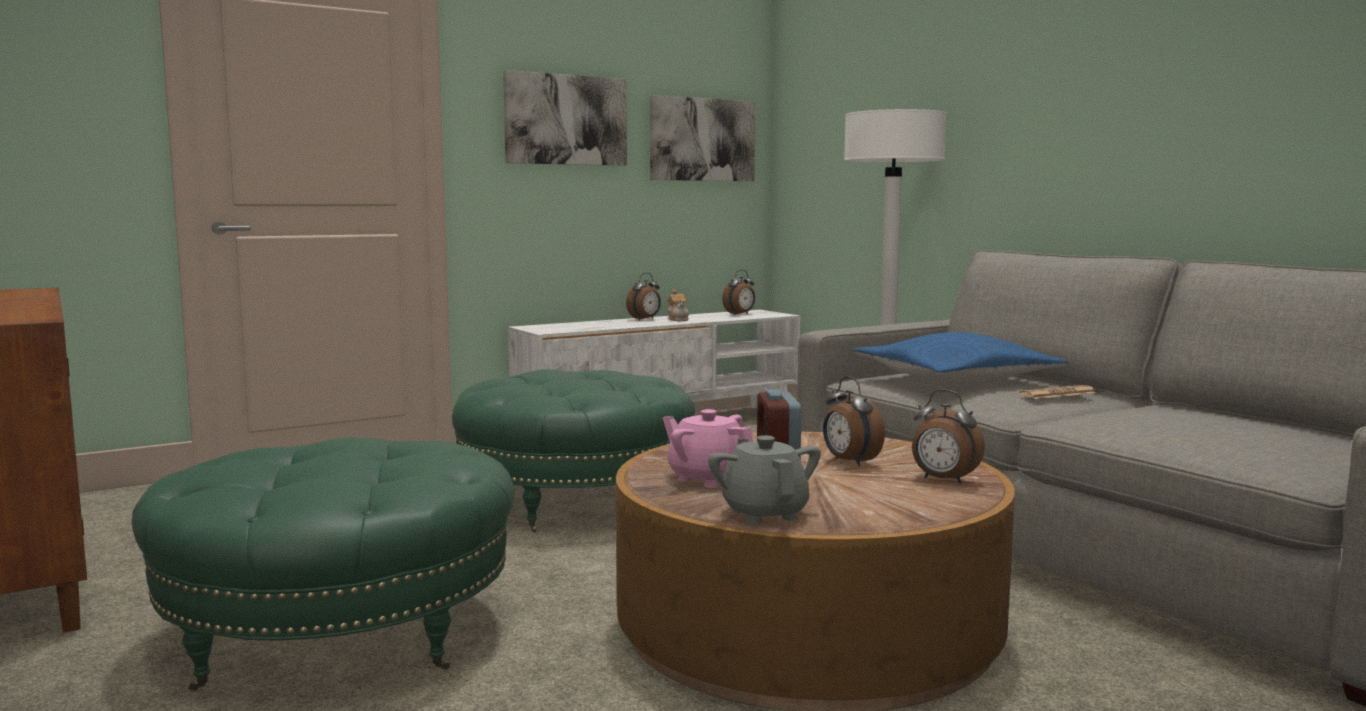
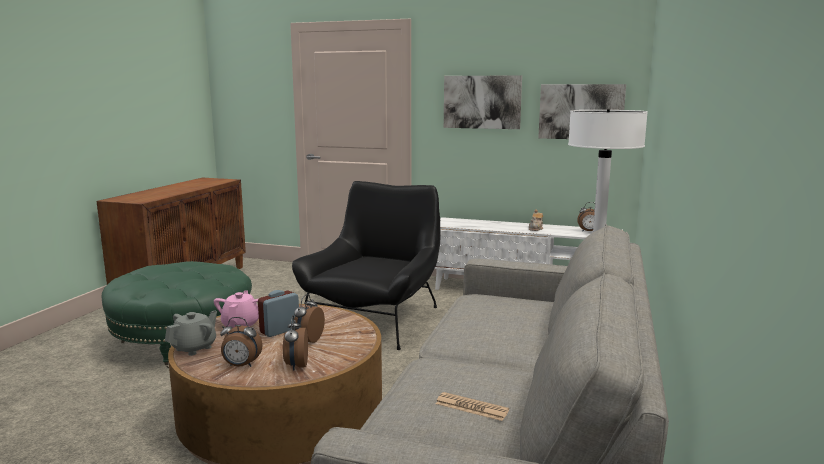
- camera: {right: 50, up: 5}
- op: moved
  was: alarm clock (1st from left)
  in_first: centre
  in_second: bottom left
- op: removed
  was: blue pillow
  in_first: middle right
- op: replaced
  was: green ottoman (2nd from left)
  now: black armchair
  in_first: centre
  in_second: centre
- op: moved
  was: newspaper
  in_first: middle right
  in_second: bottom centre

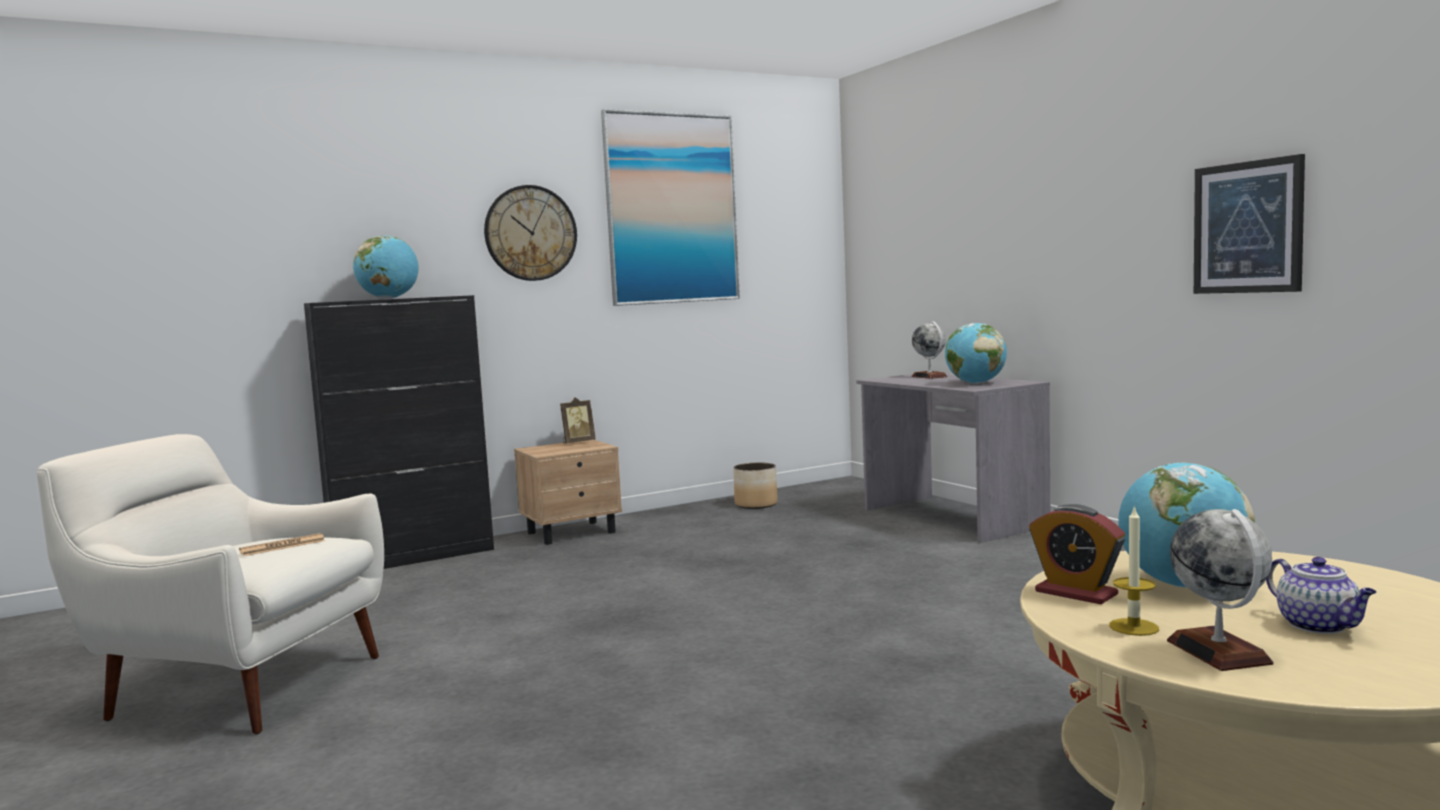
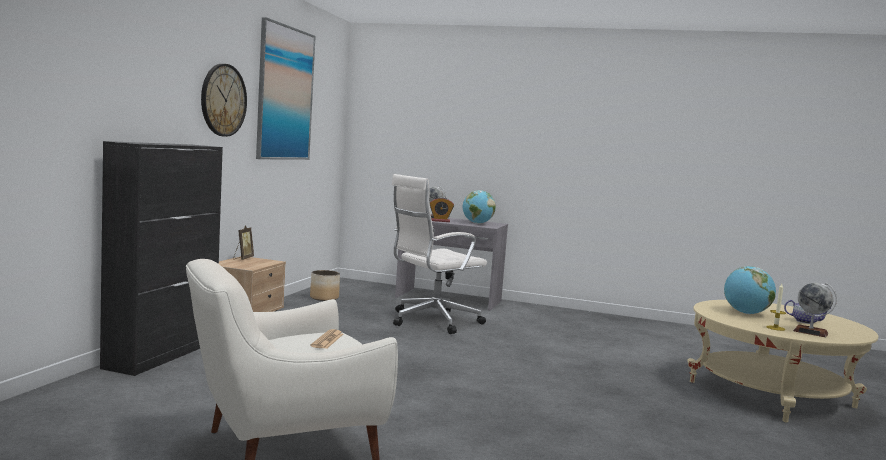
- camera: {right: -45, up: 0}
- op: removed
  was: picture (2nd from left)
  in_first: top right
- op: removed
  was: globe (1st from left)
  in_first: top left
- op: moved
  was: alarm clock
  in_first: bottom right
  in_second: centre
- op: added
  now: white office chair
  in_second: centre

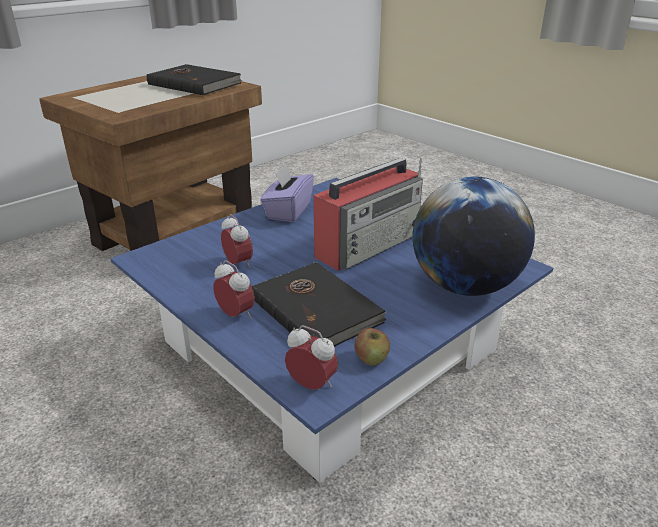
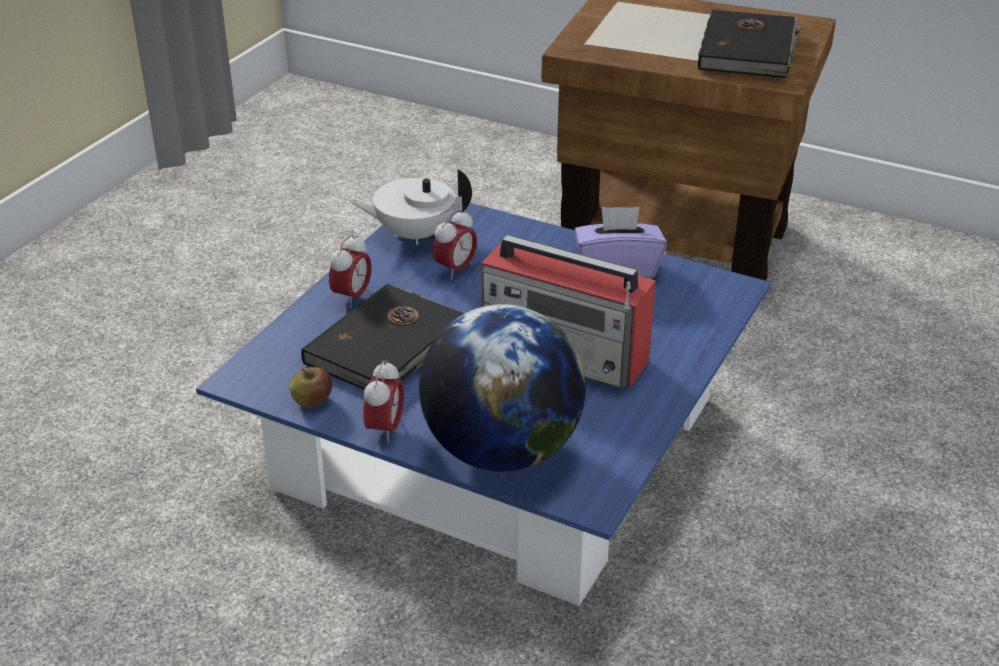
- camera: {right: 70, up: 5}
- op: moved
  was: alarm clock (3rd from left in the first image)
  now: alarm clock (2nd from left)
  in_first: bottom centre
  in_second: centre
- op: added
  now: white teapot
  in_second: top centre

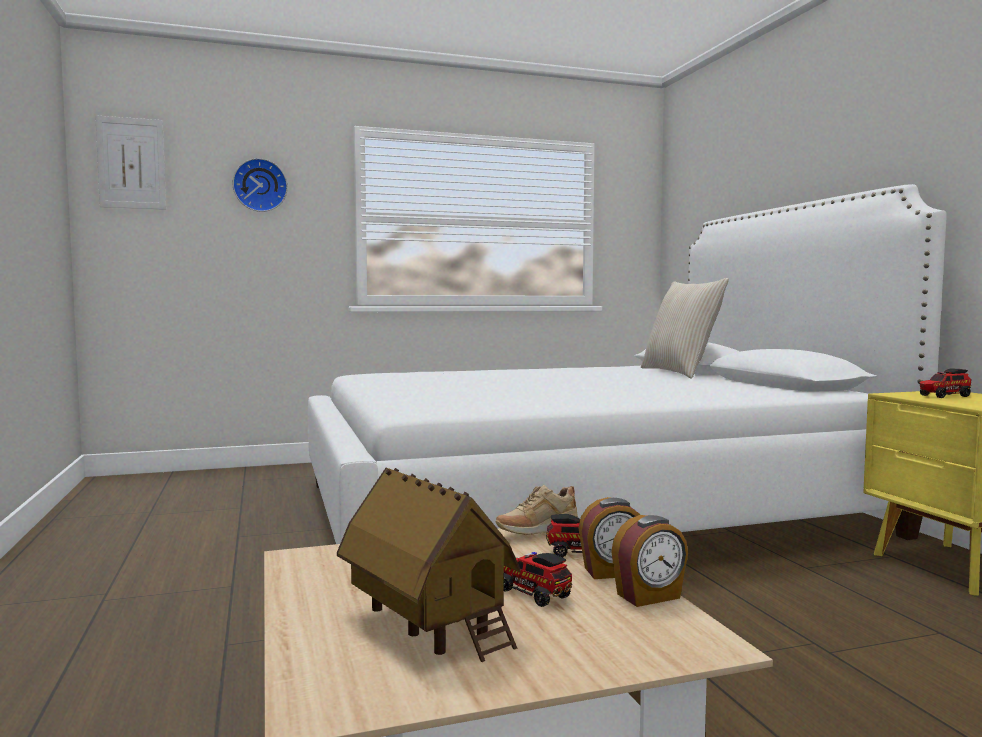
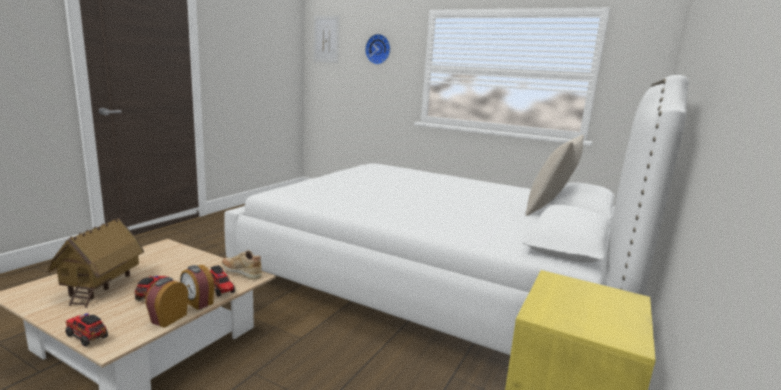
- camera: {right: 45, up: 10}
- op: moved
  was: toy truck (3rd from left in the first image)
  now: toy truck (1st from left)
  in_first: middle right
  in_second: bottom left
- op: turned
  was: alarm clock (2nd from left in the first image)
  in_first: bottom centre
  in_second: bottom left
  clockwise: 90

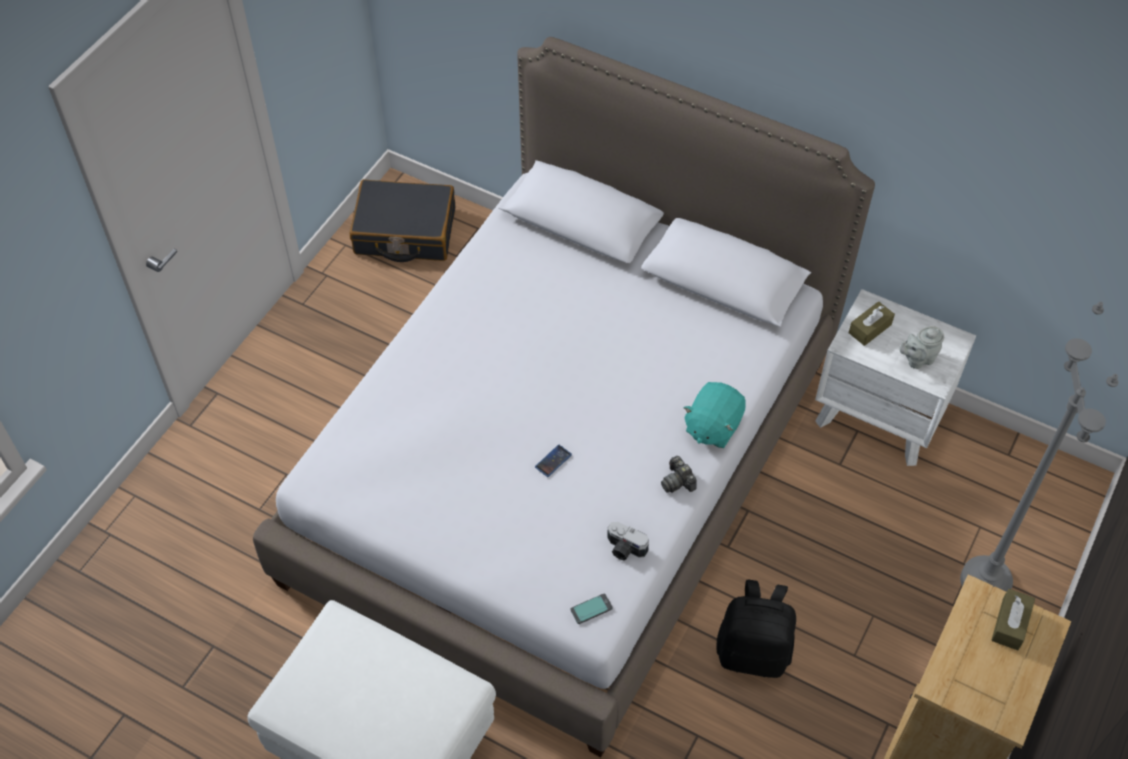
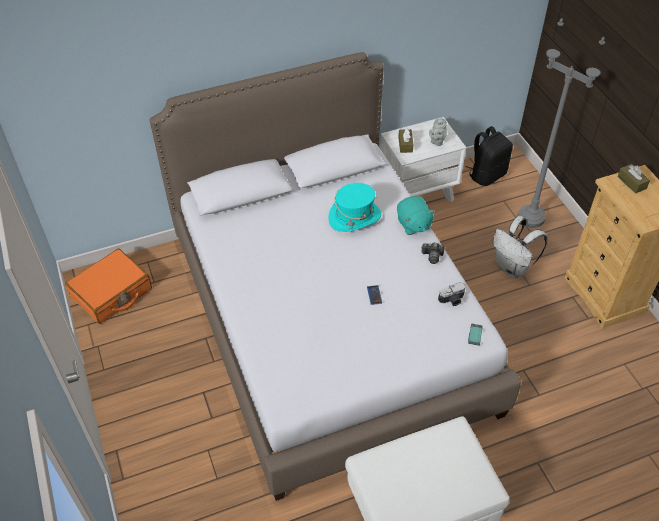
- camera: {right: -50, up: -5}
- op: recoloured
  was: black suitcase
  now: orange suitcase
  in_first: top centre
  in_second: middle left
- op: moved
  was: black backpack
  in_first: bottom right
  in_second: top right
- op: added
  now: turquoise hat
  in_second: centre
- op: added
  now: white backpack
  in_second: middle right

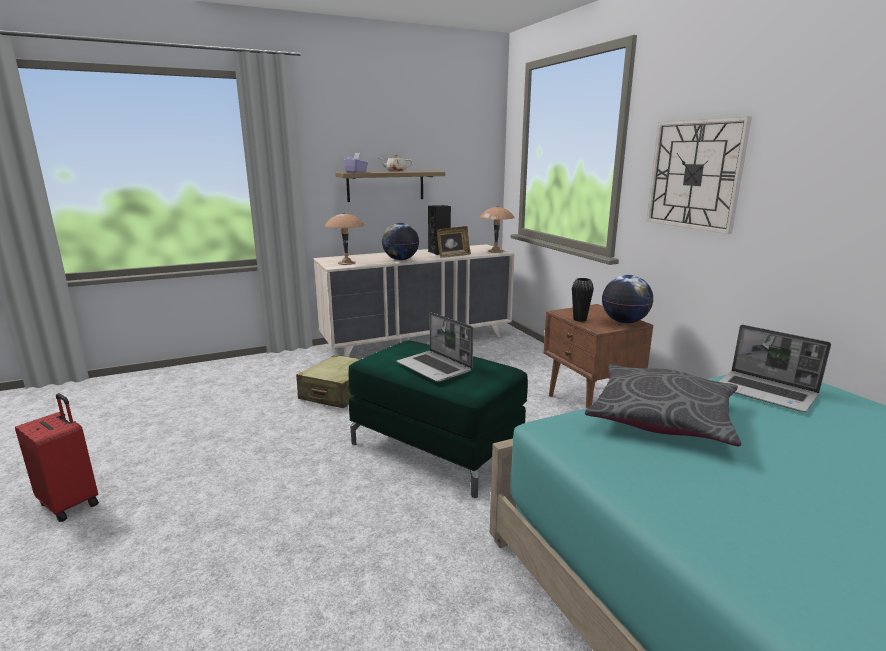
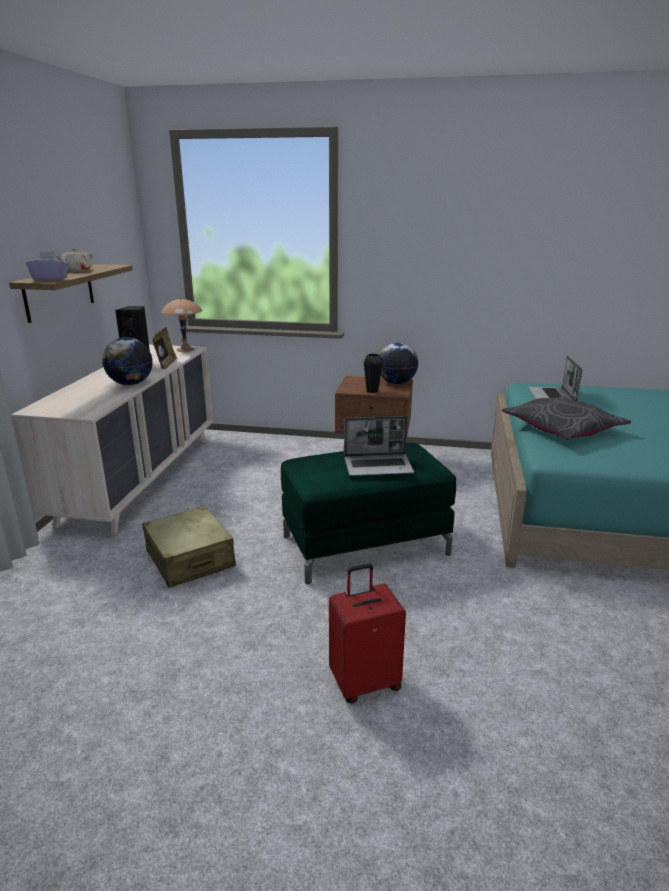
- camera: {right: -55, up: 5}
- op: removed
  was: wall clock
  in_first: top right
- op: removed
  was: brown table lamp (1st from left)
  in_first: centre
- op: turned
  was: laptop (2nd from left)
  in_first: middle right
  in_second: middle right
  clockwise: 105
- op: moved
  was: red suitcase
  in_first: bottom left
  in_second: bottom centre

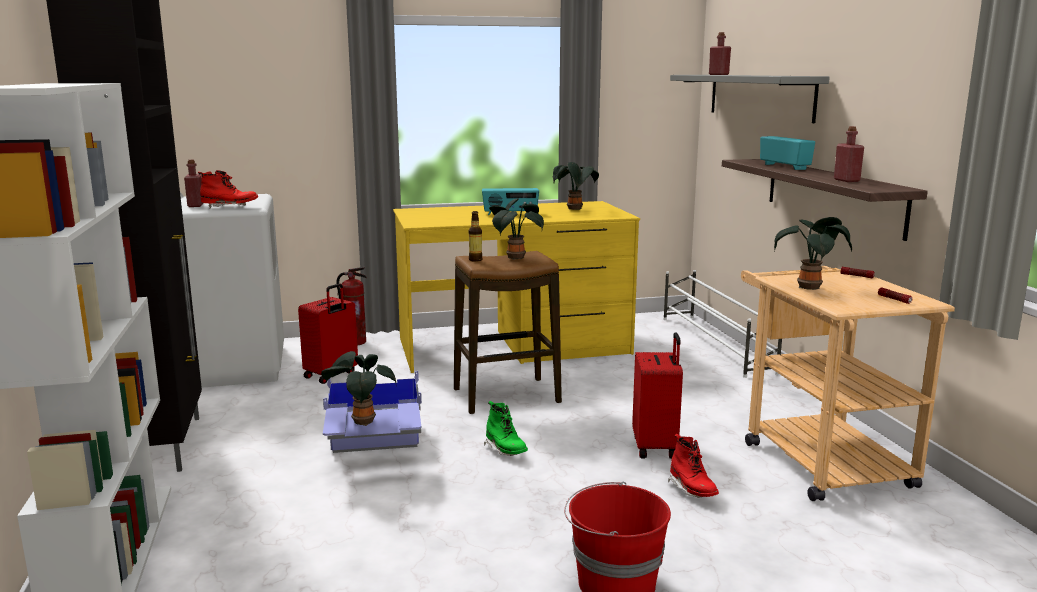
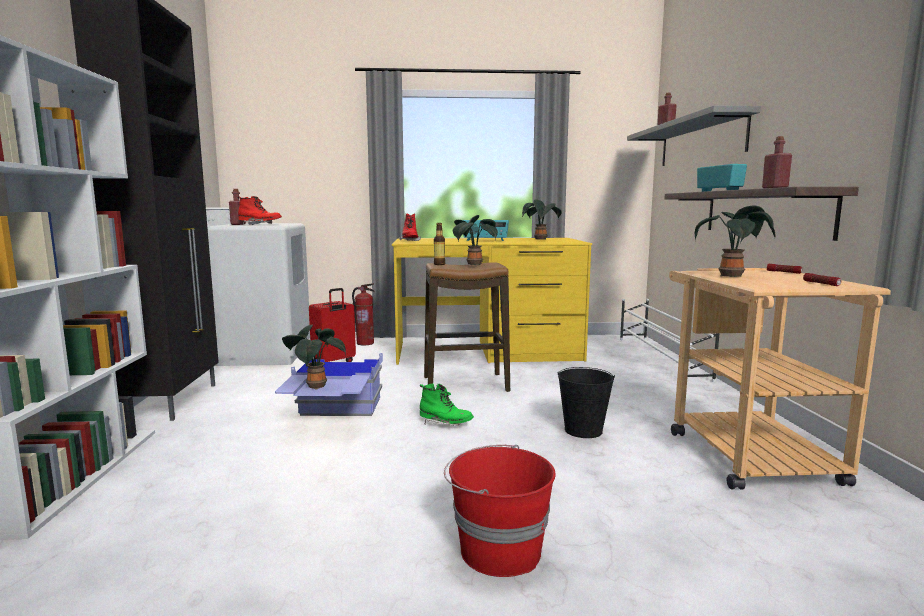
- camera: {right: 10, up: -5}
- op: replaced
  was: red suitcase (2nd from left)
  now: black bucket
  in_first: bottom centre
  in_second: centre
- op: turned
  was: green boot
  in_first: bottom centre
  in_second: centre
  clockwise: -45
- op: moved
  was: red boot (2nd from left)
  in_first: bottom right
  in_second: centre

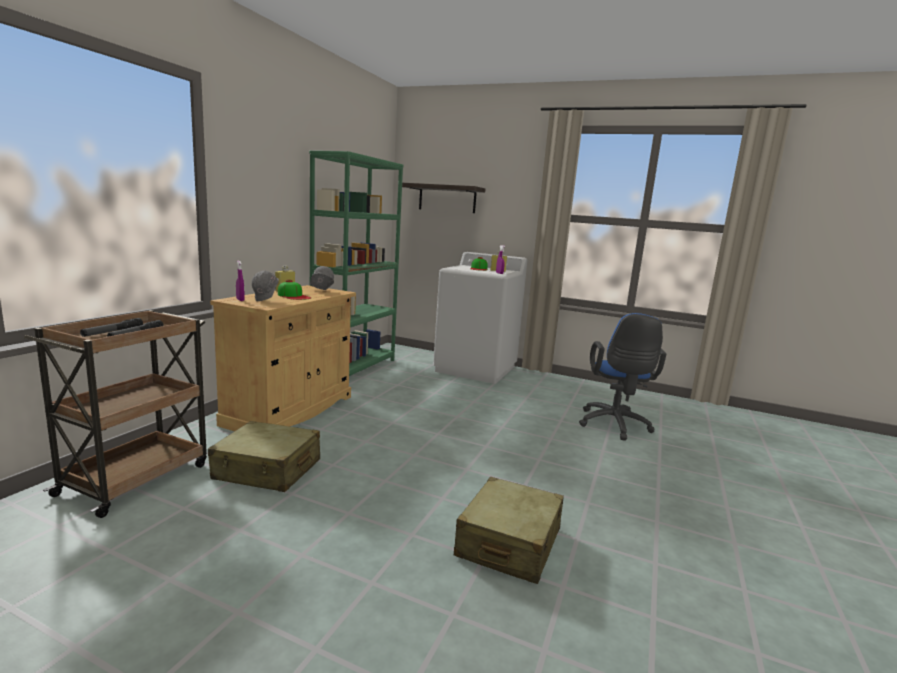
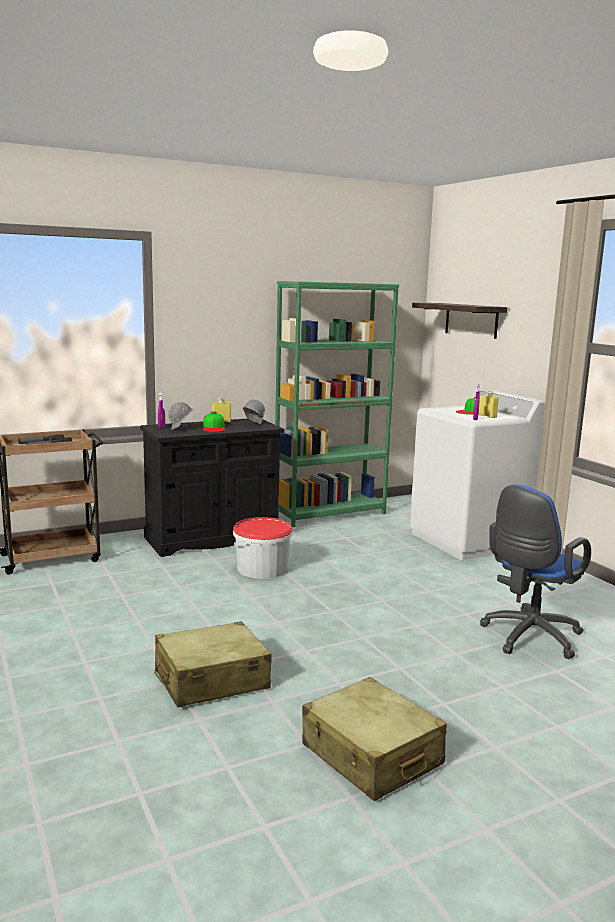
- camera: {right: 40, up: 0}
- op: recoloured
  was: beige cabinet
  now: black cabinet
  in_first: middle left
  in_second: centre
- op: moved
  was: beige suitcase (1st from left in the first image)
  now: beige suitcase (2nd from left)
  in_first: bottom left
  in_second: bottom centre
- op: added
  now: bucket
  in_second: centre

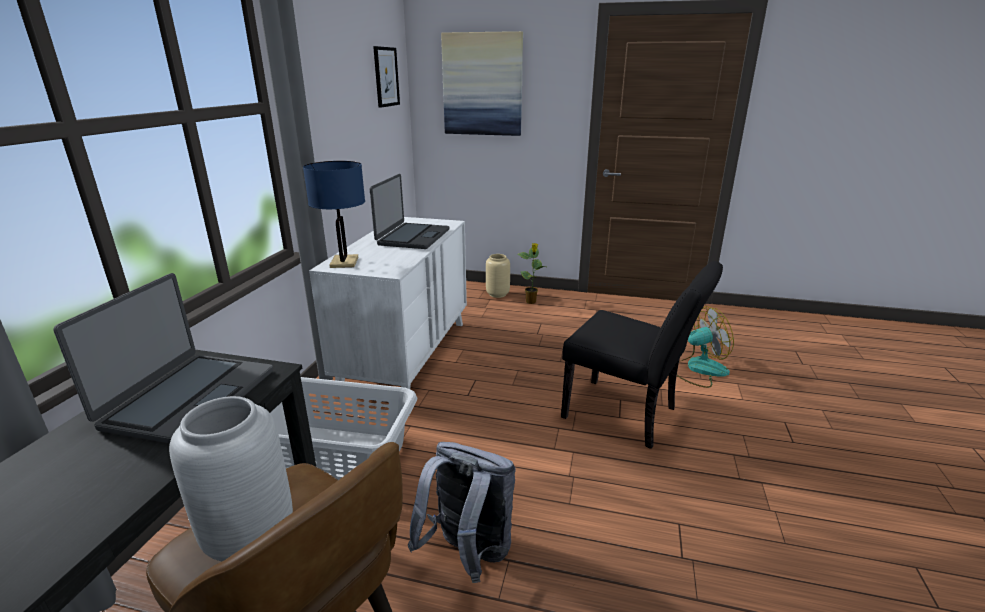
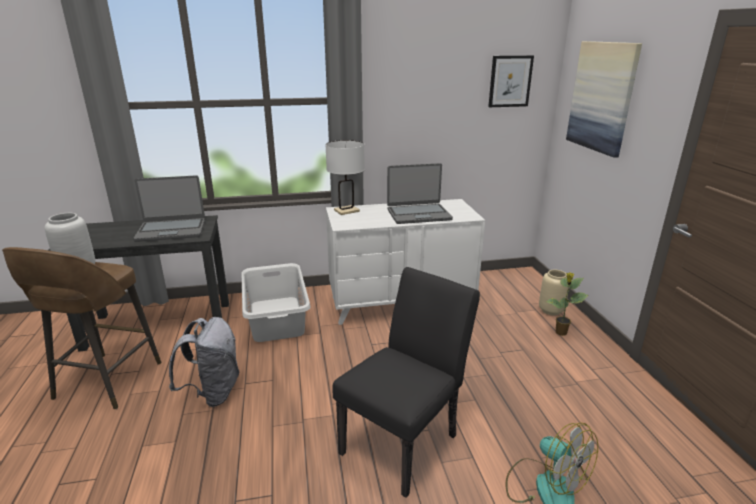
- camera: {right: 65, up: 0}
- op: recoloured
  was: blue table lamp
  now: white table lamp
  in_first: centre
  in_second: centre
- op: turned
  was: black chair
  in_first: centre
  in_second: bottom centre
  clockwise: -150

